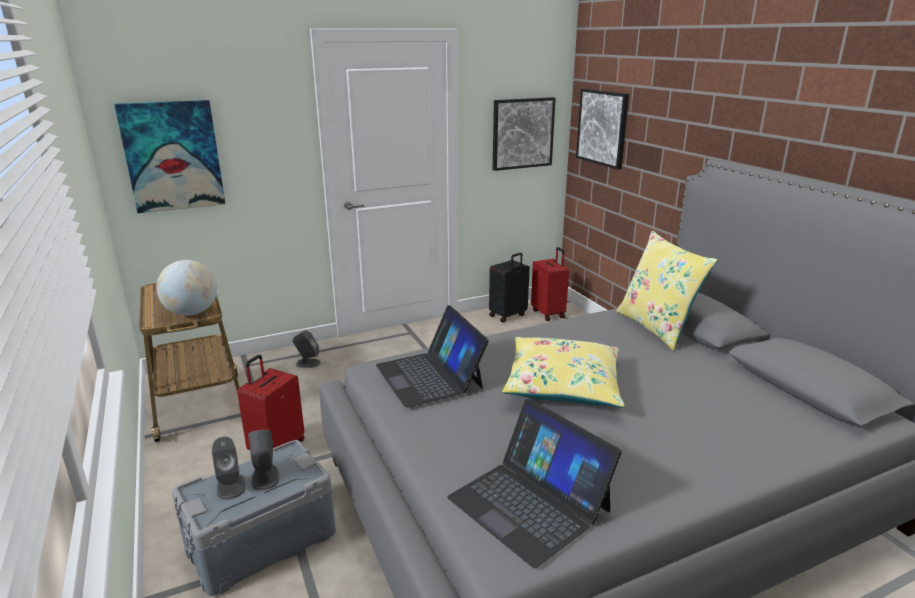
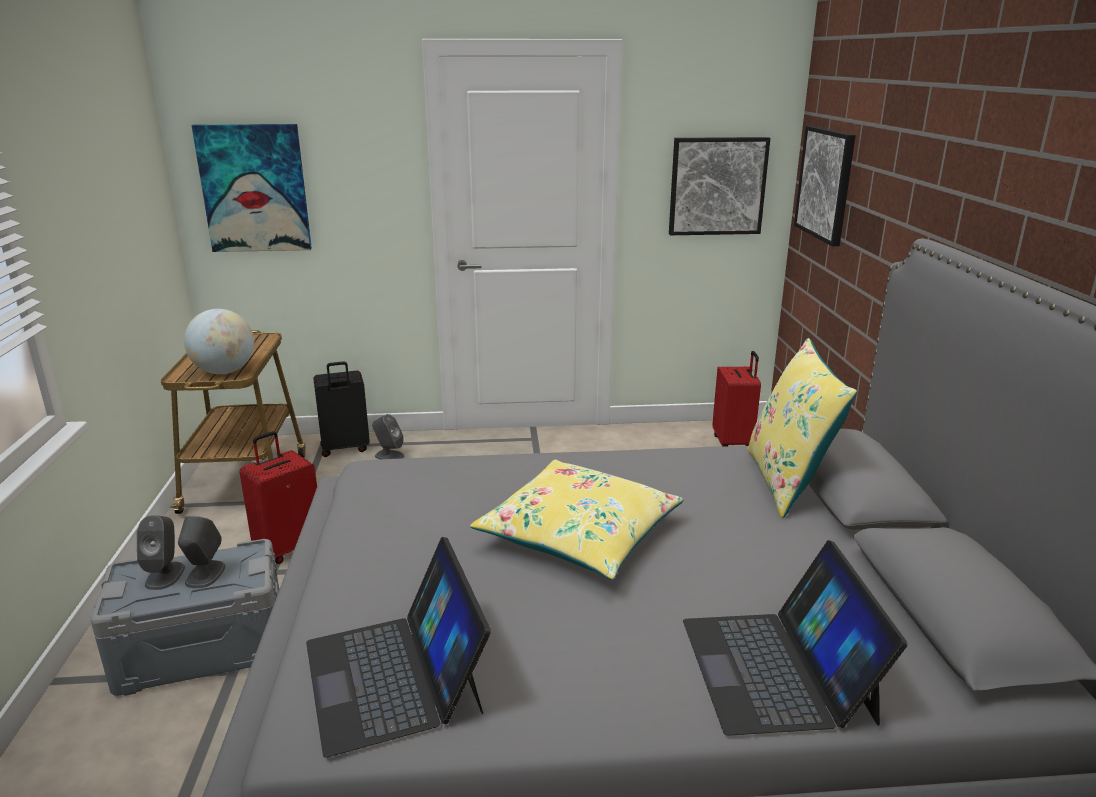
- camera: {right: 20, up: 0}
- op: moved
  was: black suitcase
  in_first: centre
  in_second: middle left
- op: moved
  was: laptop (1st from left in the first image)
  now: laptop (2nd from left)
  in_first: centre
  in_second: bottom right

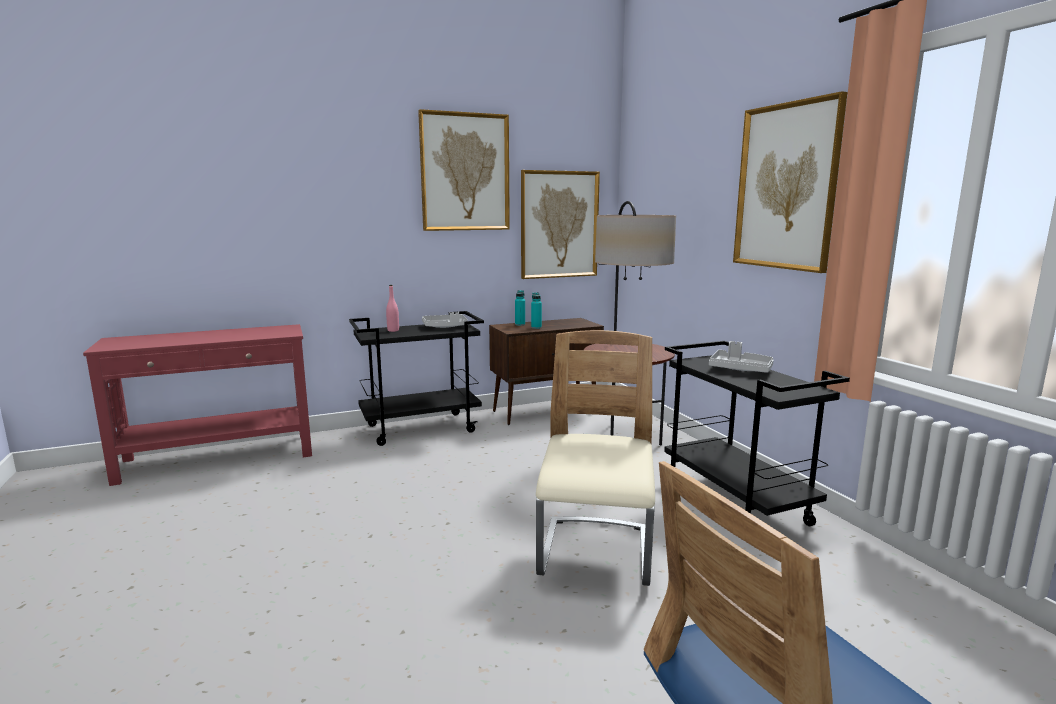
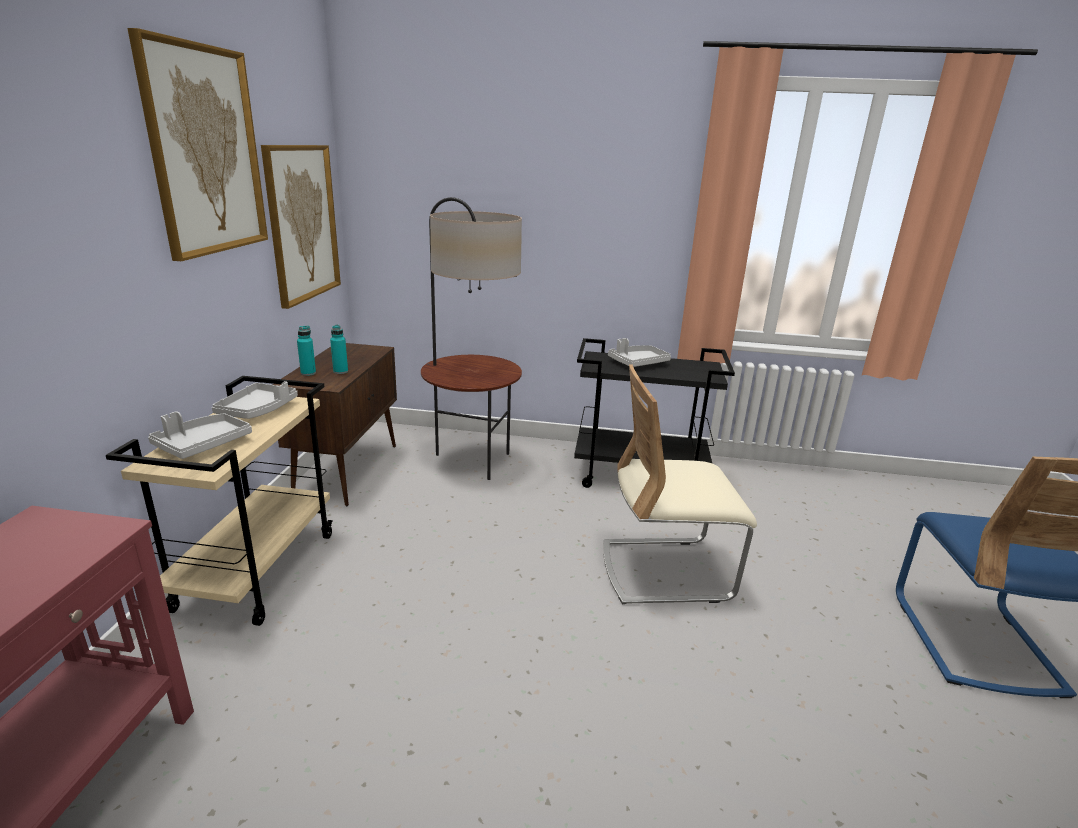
- camera: {right: -60, up: 10}
- op: removed
  was: picture (3rd from left)
  in_first: top right
- op: replaced
  was: pink bottle
  now: grey tray (1st from left)
  in_first: centre
  in_second: middle left
- op: recoloured
  was: black cart (1st from left)
  now: beige cart
  in_first: centre
  in_second: middle left
- op: turned
  was: beige chair
  in_first: centre
  in_second: centre
  clockwise: -45

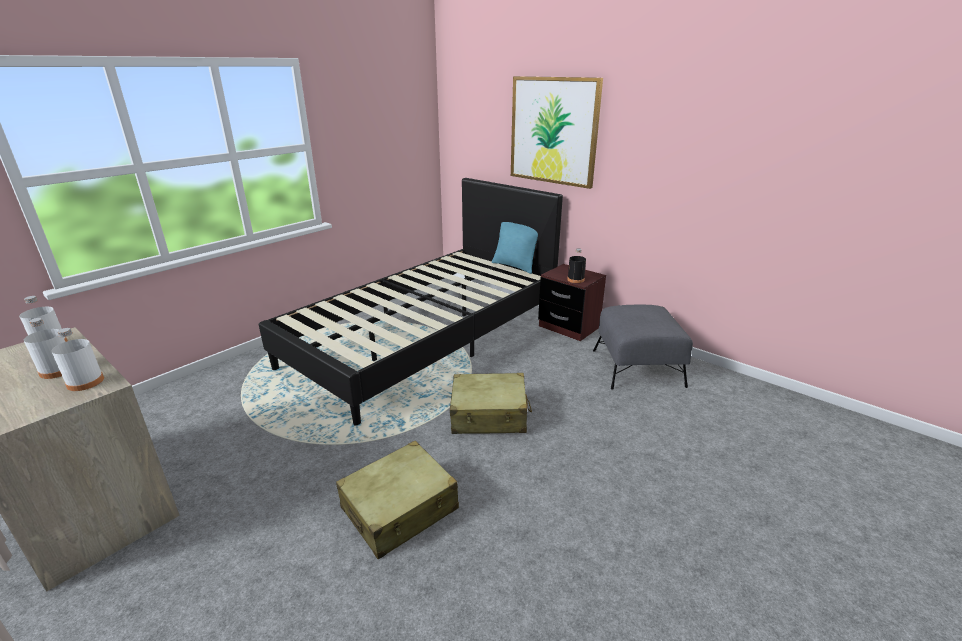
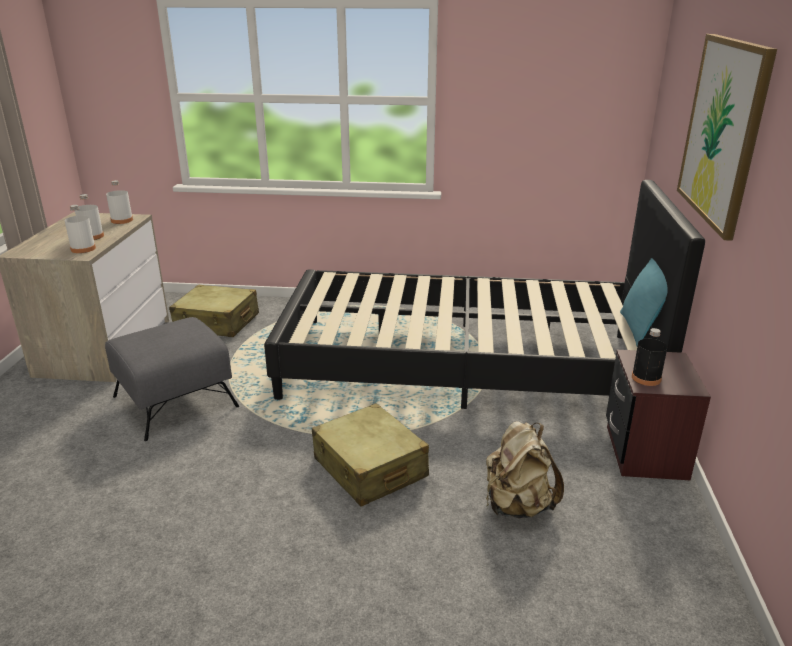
- camera: {right: 55, up: 0}
- op: moved
  was: grey ottoman
  in_first: middle right
  in_second: middle left
- op: moved
  was: beige suitcase (1st from left)
  in_first: bottom centre
  in_second: middle left
- op: added
  now: beige backpack
  in_second: bottom centre

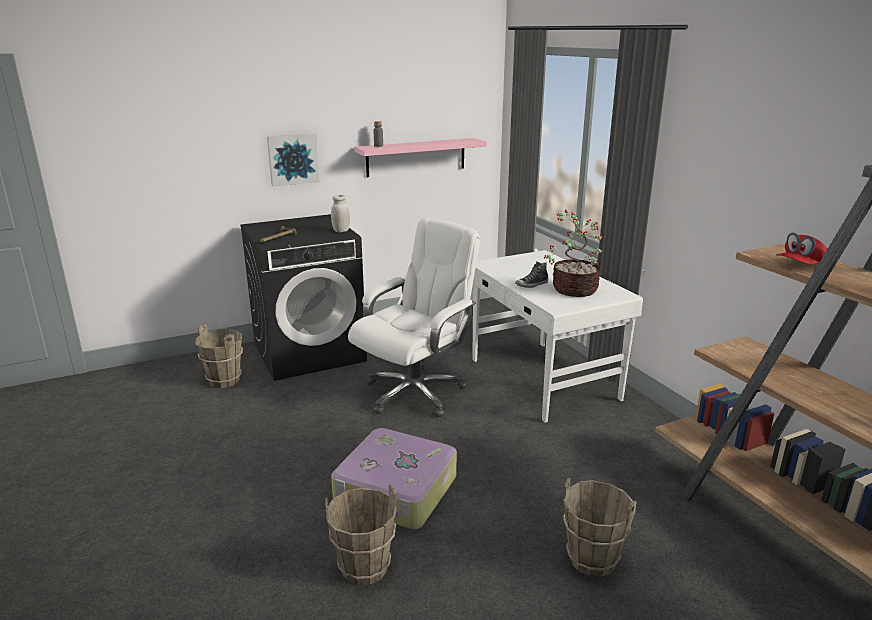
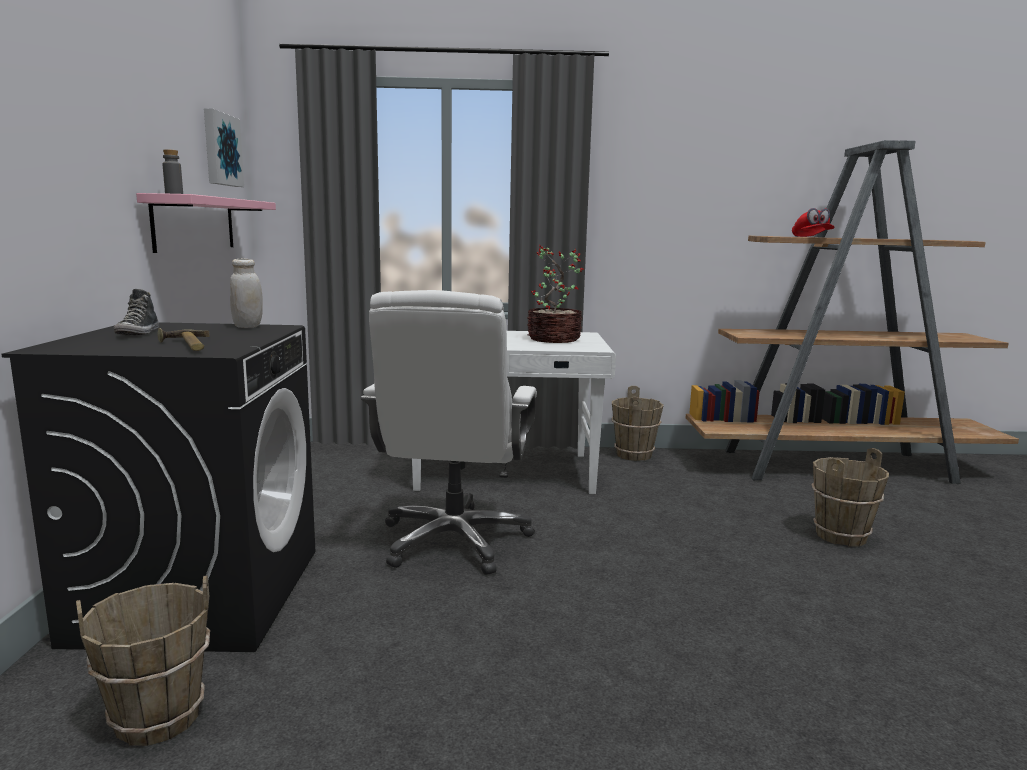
- camera: {right: -65, up: -10}
- op: moved
  was: picture
  in_first: top centre
  in_second: top left
- op: turned
  was: white office chair
  in_first: centre
  in_second: centre
  clockwise: -150
- op: moved
  was: shoe
  in_first: centre
  in_second: middle left
- op: removed
  was: suitcase
  in_first: bottom centre
- op: moved
  was: brown bucket (2nd from left)
  in_first: bottom centre
  in_second: centre

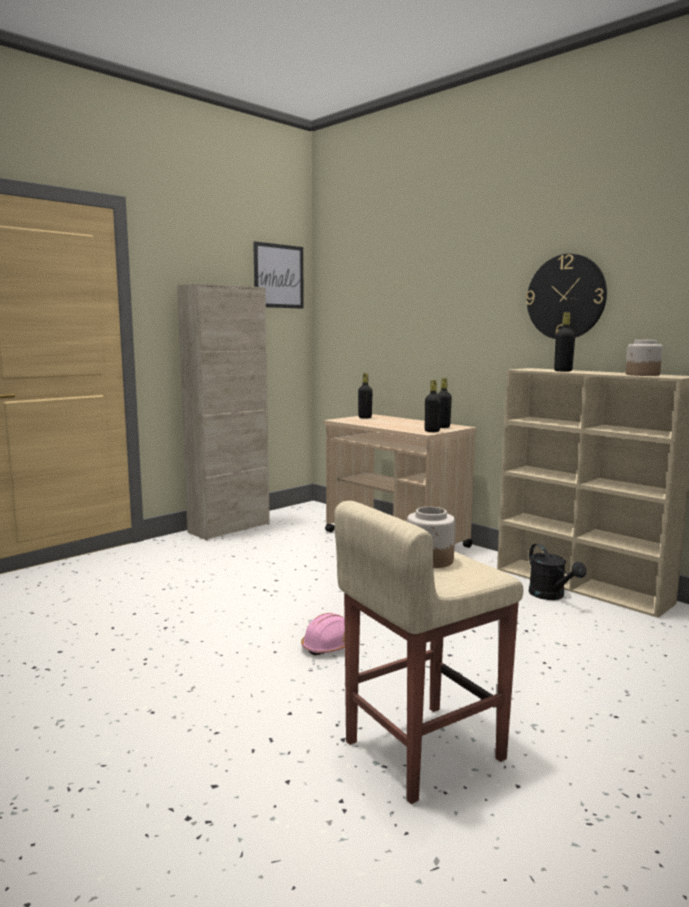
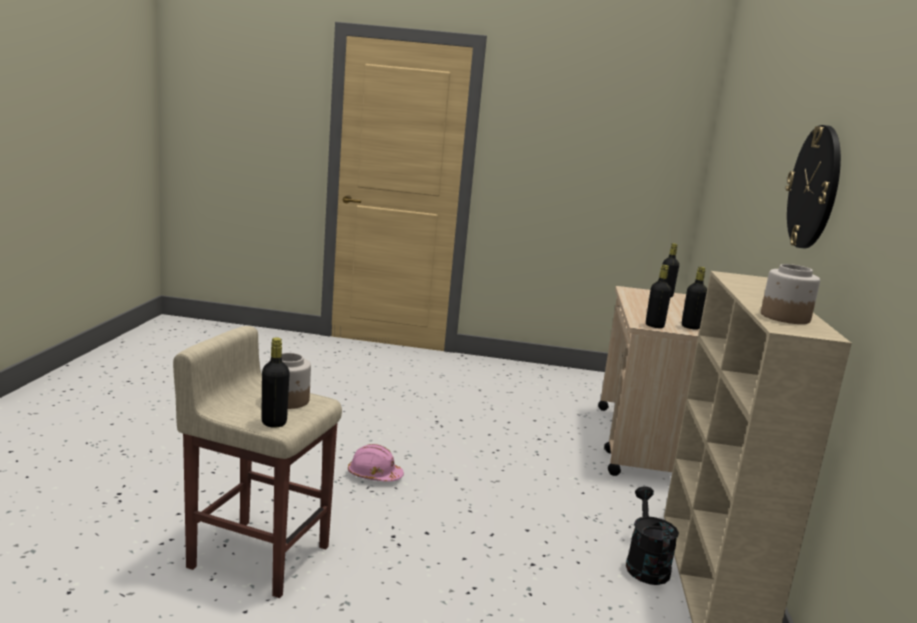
- camera: {right: 50, up: 5}
- op: removed
  was: picture
  in_first: top centre
- op: removed
  was: beige cabinet
  in_first: middle left
- op: moved
  was: black bottle (4th from left in the first image)
  now: black bottle (1st from left)
  in_first: middle right
  in_second: middle left
- op: turned
  was: black watering can
  in_first: middle right
  in_second: bottom right
  clockwise: 150

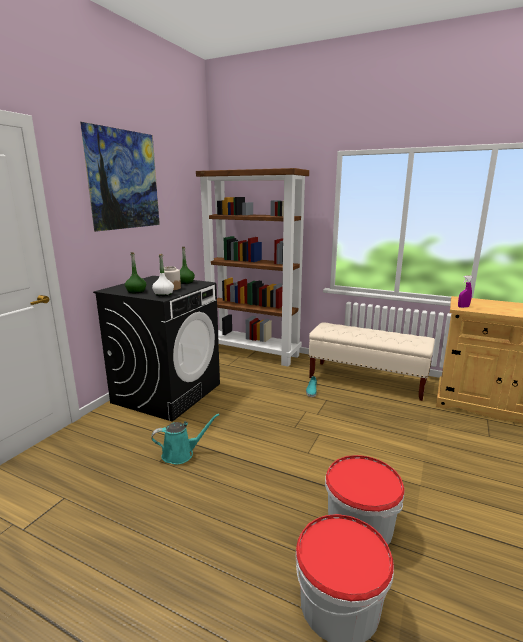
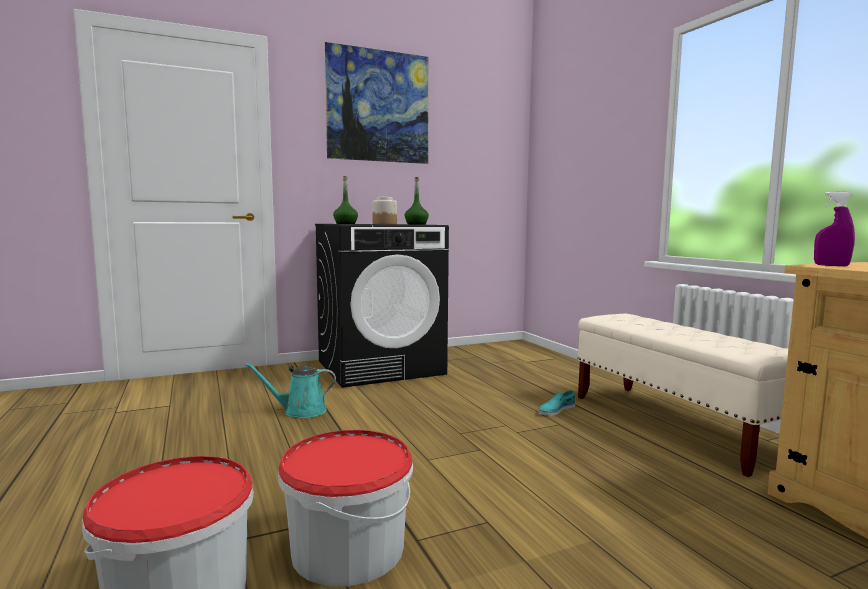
- camera: {right: 40, up: -10}
- op: removed
  was: brown bookcase
  in_first: centre
- op: removed
  was: white bottle
  in_first: middle left
- op: turned
  was: turquoise watering can
  in_first: bottom centre
  in_second: centre
  clockwise: 150

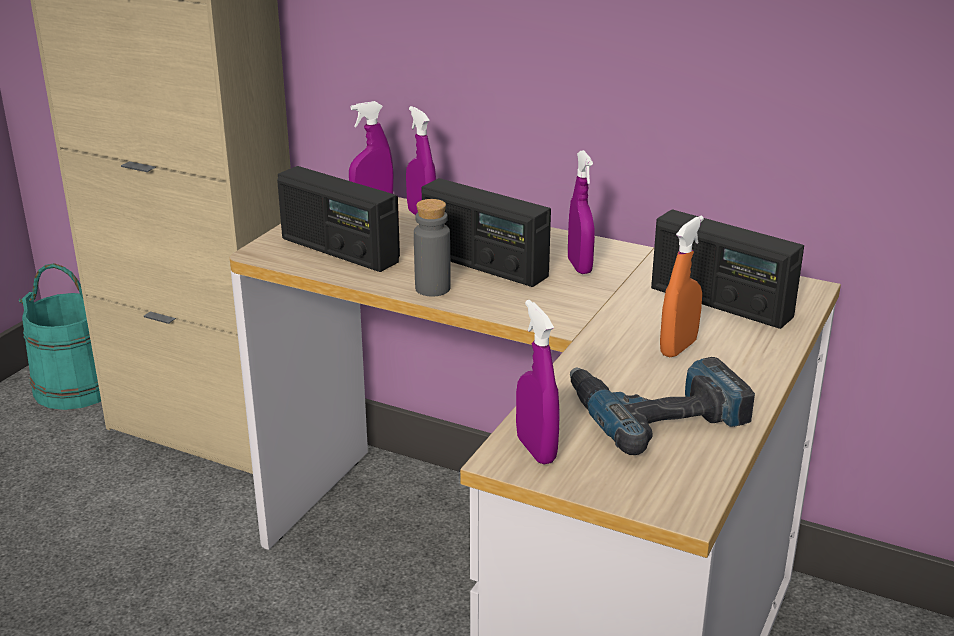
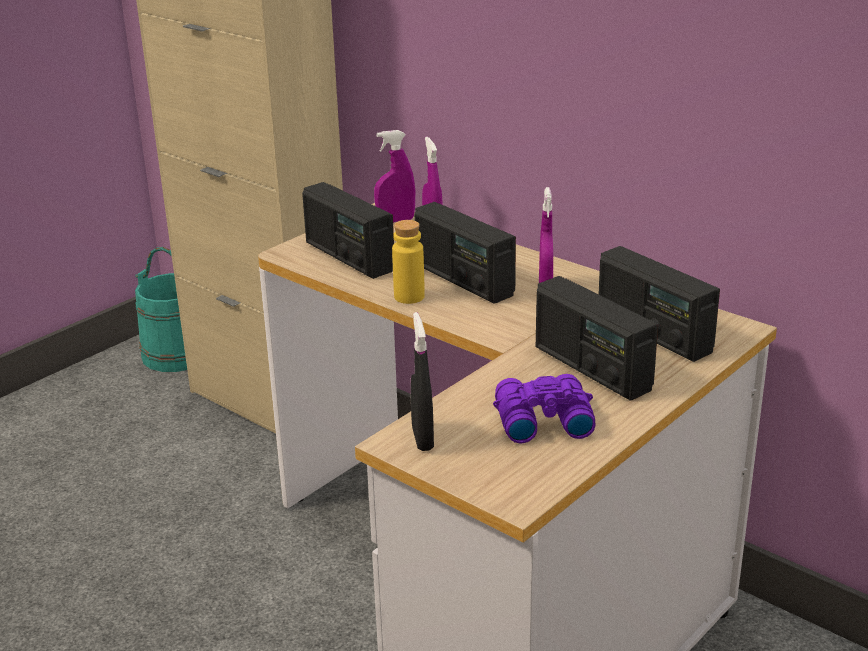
- camera: {right: 15, up: 0}
- op: recoloured
  was: grey bottle
  now: yellow bottle
  in_first: centre
  in_second: centre
- op: replaced
  was: orange spray bottle
  now: radio (3rd from left)
  in_first: middle right
  in_second: middle right
- op: recoloured
  was: purple spray bottle (3rd from left)
  now: black spray bottle
  in_first: centre
  in_second: centre
- op: replaced
  was: power drill
  now: purple binoculars
  in_first: middle right
  in_second: centre

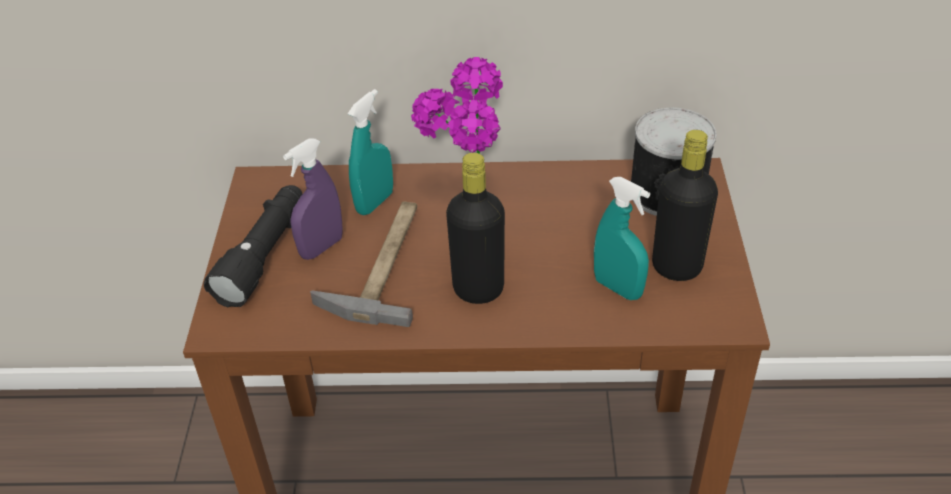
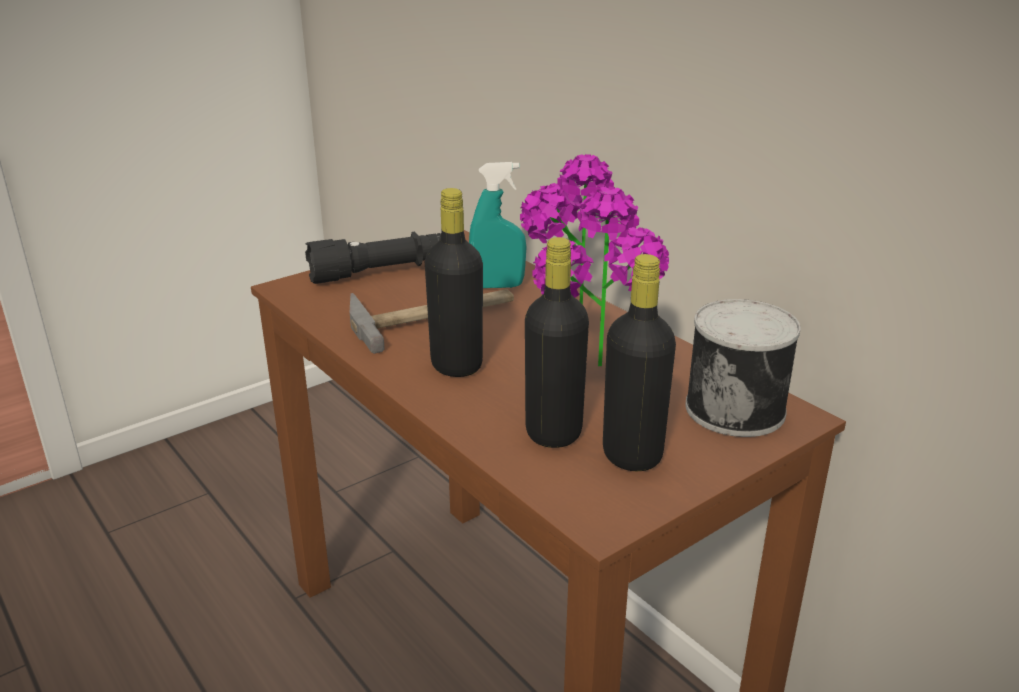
- camera: {right: 50, up: -15}
- op: removed
  was: purple spray bottle
  in_first: middle left
- op: replaced
  was: turquoise spray bottle (2nd from left)
  now: black bottle (2nd from left)
  in_first: centre
  in_second: centre
- op: added
  now: potted plant (2nd from left)
  in_second: centre

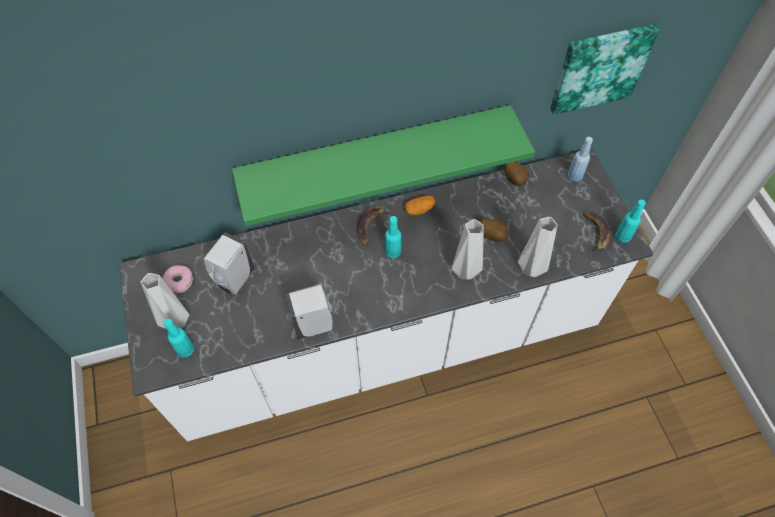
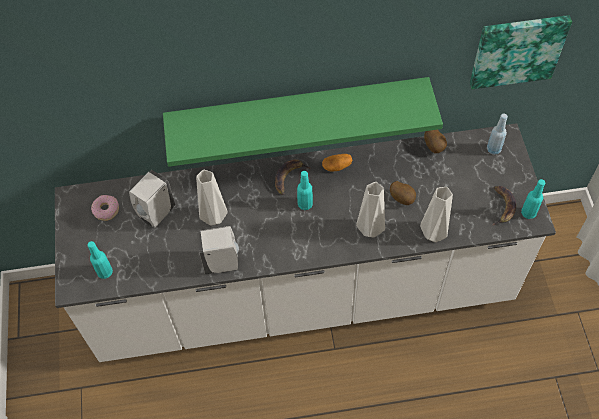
- camera: {right: 10, up: 0}
- op: moved
  was: grey vase (1st from left)
  in_first: middle left
  in_second: centre

